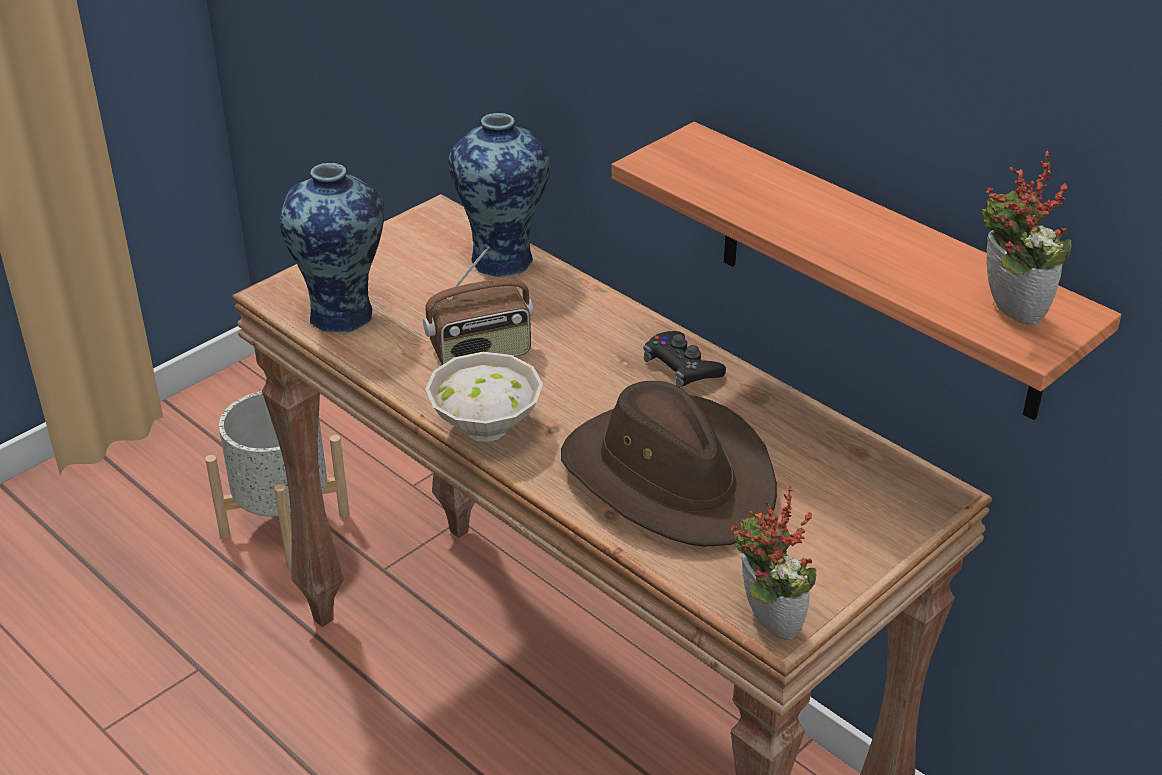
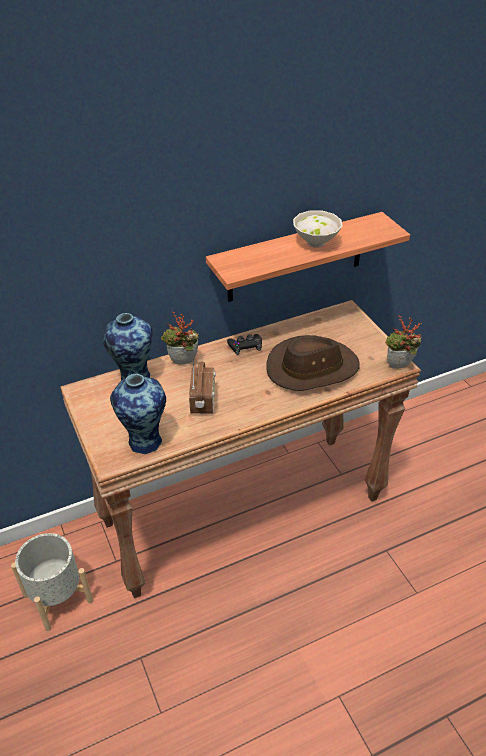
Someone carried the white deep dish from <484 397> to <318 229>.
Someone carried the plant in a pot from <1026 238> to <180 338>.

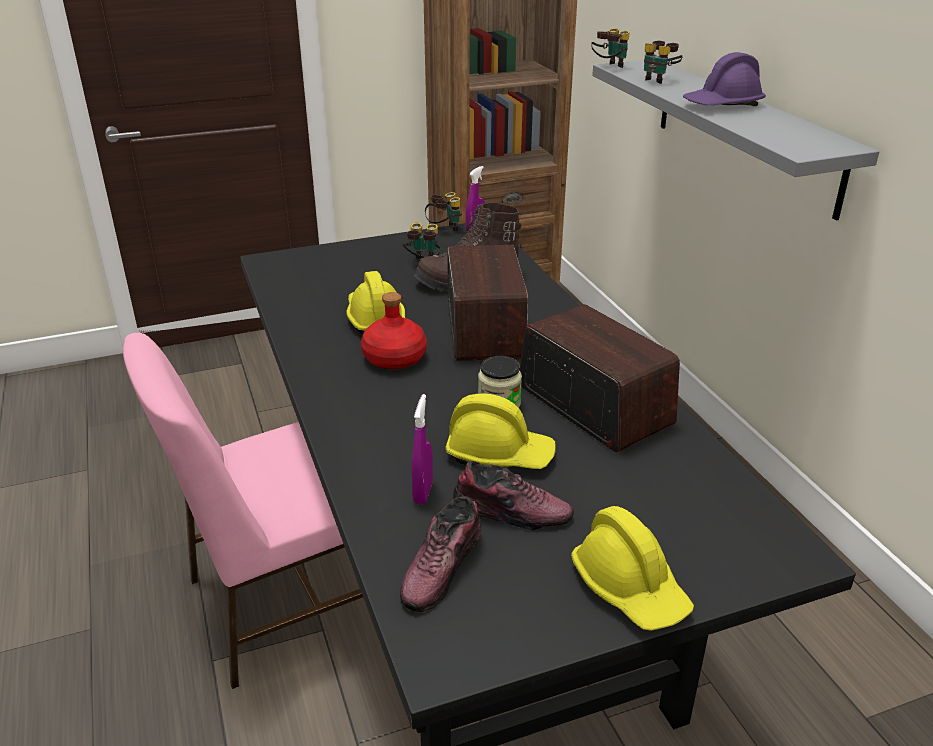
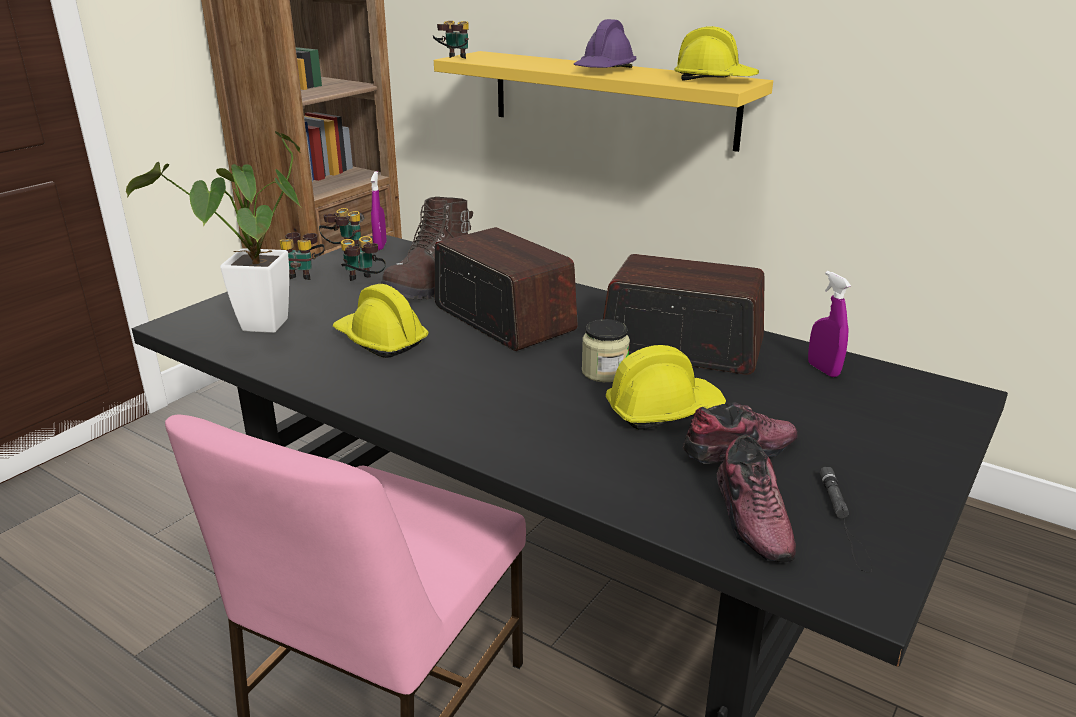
Someone took away the reddish beverage bottle at <394 330>.
Someone put down the plant in a pot at <213 232>.
Someone put down the black-coloured hand torch at <846 519>.
Someone carried the purplish sprayer from <422 449> to <829 324>.
Someone carried the yellowish hard hat from <632 568> to <716 53>.
Someone carried the binoculars from <663 62> to <301 256>.
Someone repainted the gray bracket shelf at <736 140>, which became the yellowish bracket shelf at <603 101>.

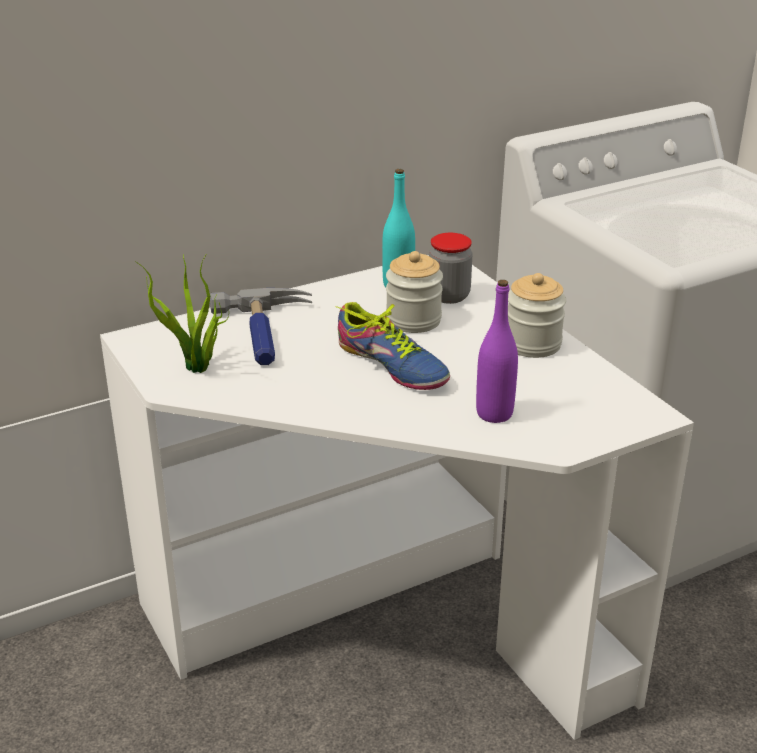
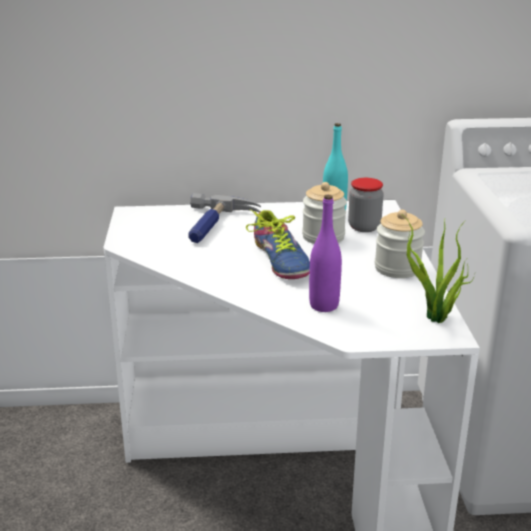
Someone carried the plant in a pot from <182 314> to <438 268>.

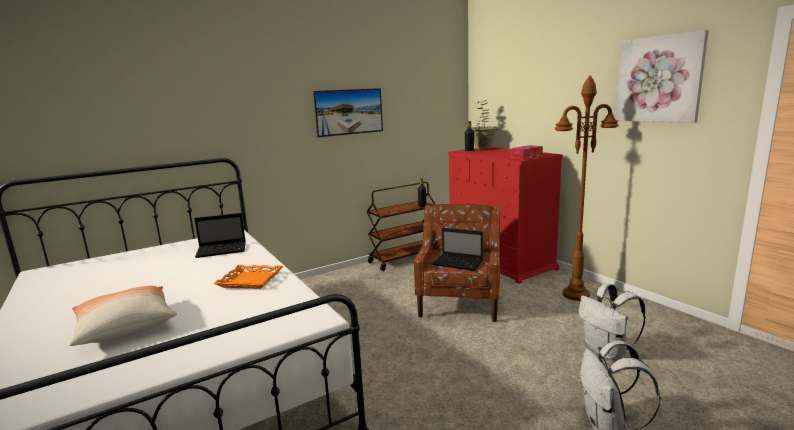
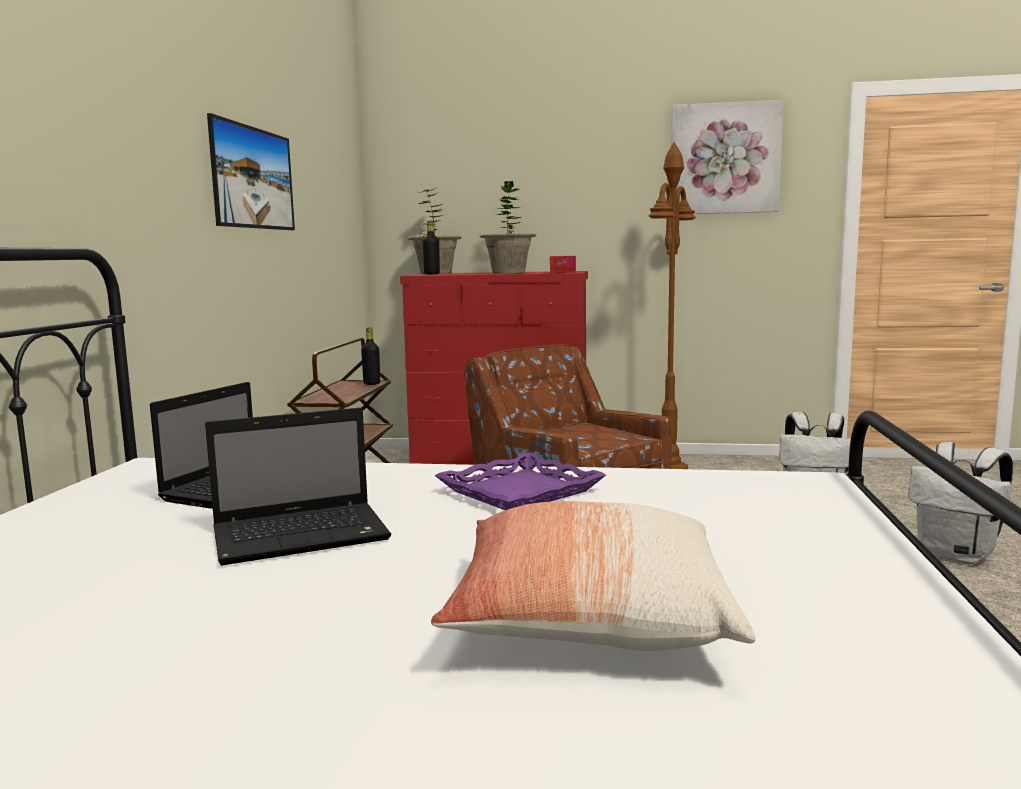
Someone put down the plant in a pot at <508 227>.
Someone carried the portable computer from <457 249> to <298 487>.
Someone repainted the orangey carrying tray at <248 277>, which became the purplish carrying tray at <520 481>.

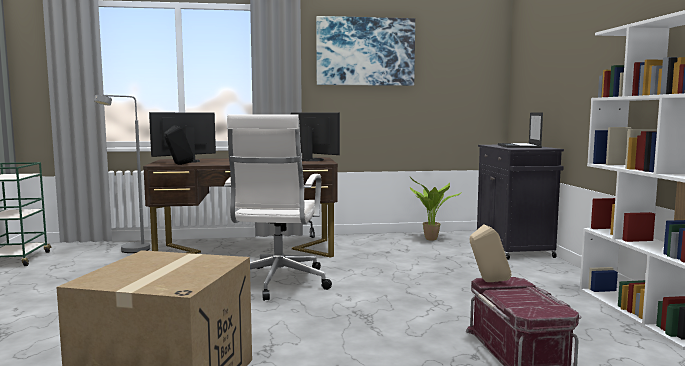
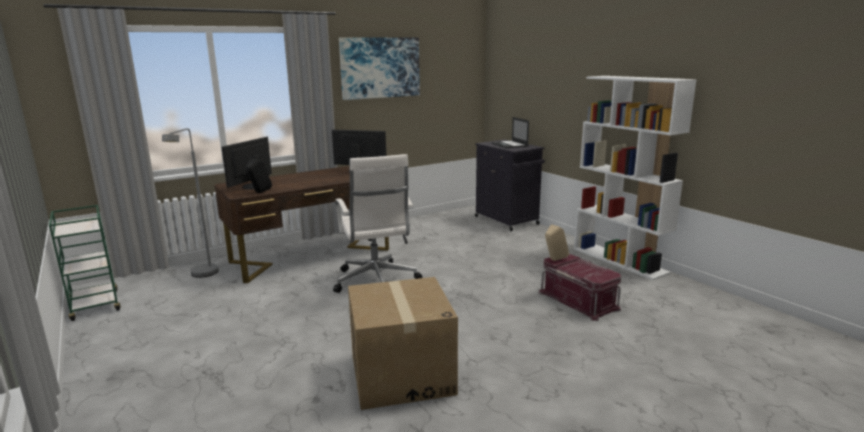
Someone took away the plant in a pot at <436 209>.

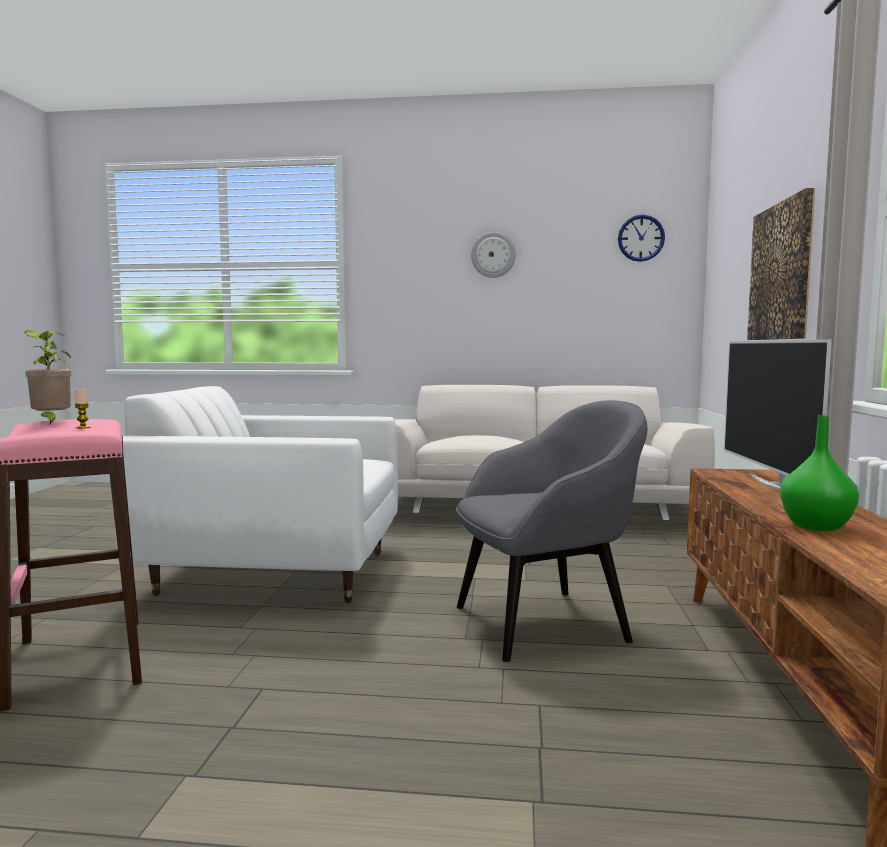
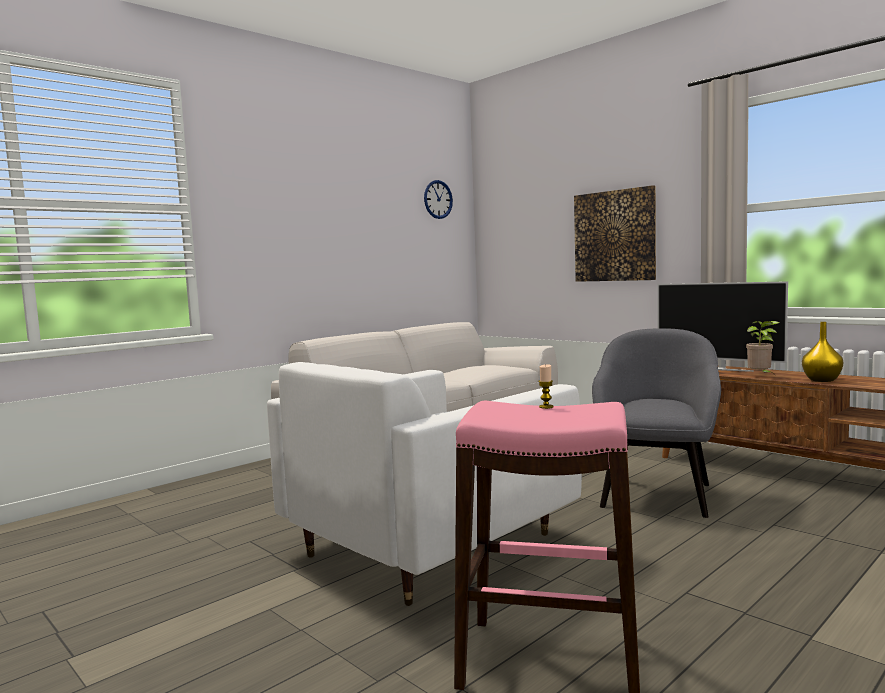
Someone took away the hanging clock at <493 255>.
Someone carried the plant in a pot from <47 377> to <762 347>.
Someone repainted the green flower vase at <819 473>, which became the yellowish flower vase at <822 352>.

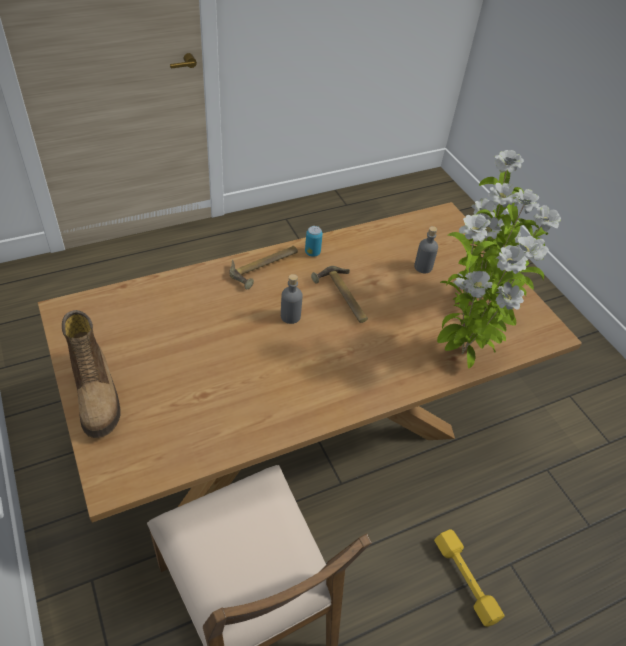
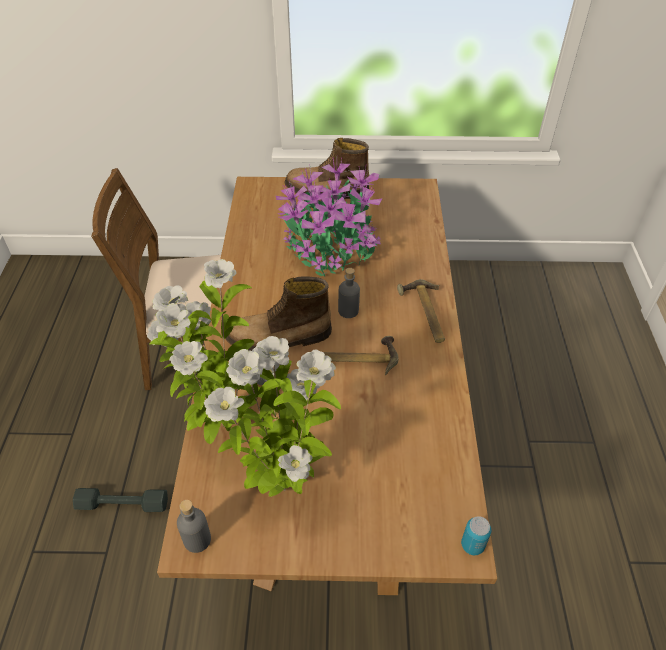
Someone put down the tall boot at <279 314>.
Someone put down the plant in a pot at <329 218>.
Someone carried the sealed can from <314 241> to <476 535>.
Someone carried the gray beverage bottle from <426 249> to <194 526>.
Someone repainted the yellowish free weight at <469 578>, which became the gray free weight at <120 500>.

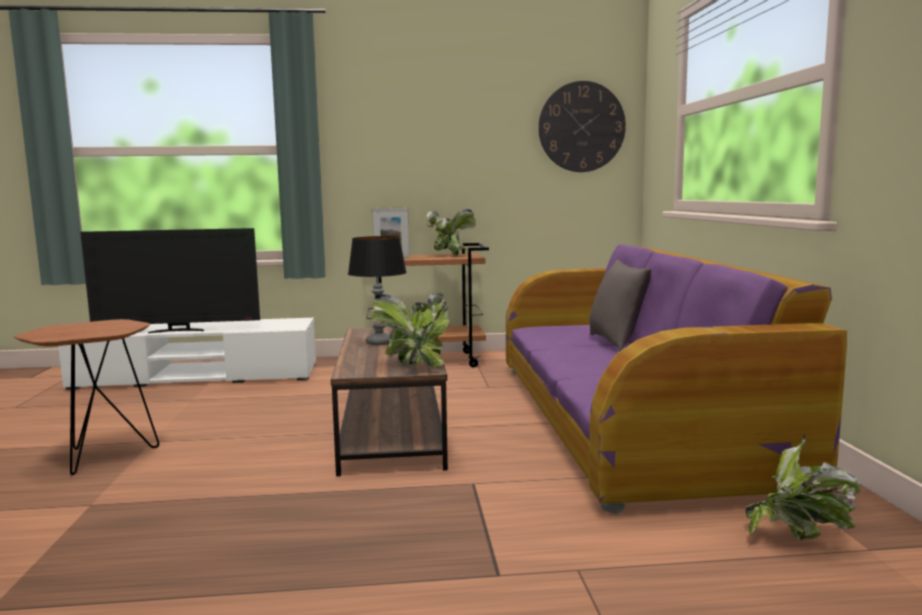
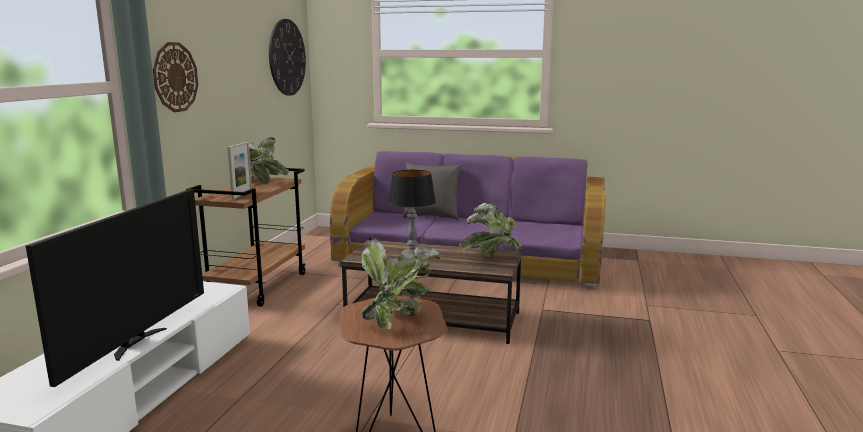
Someone put up the hanging clock at <175 77>.
Someone carried the plant in a pot from <803 487> to <400 283>.

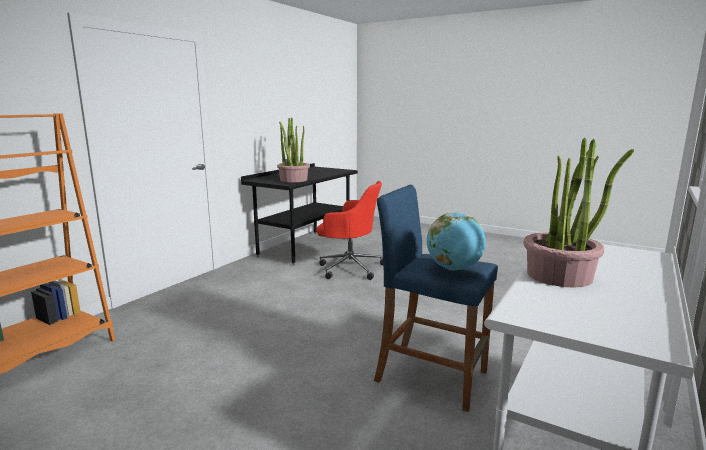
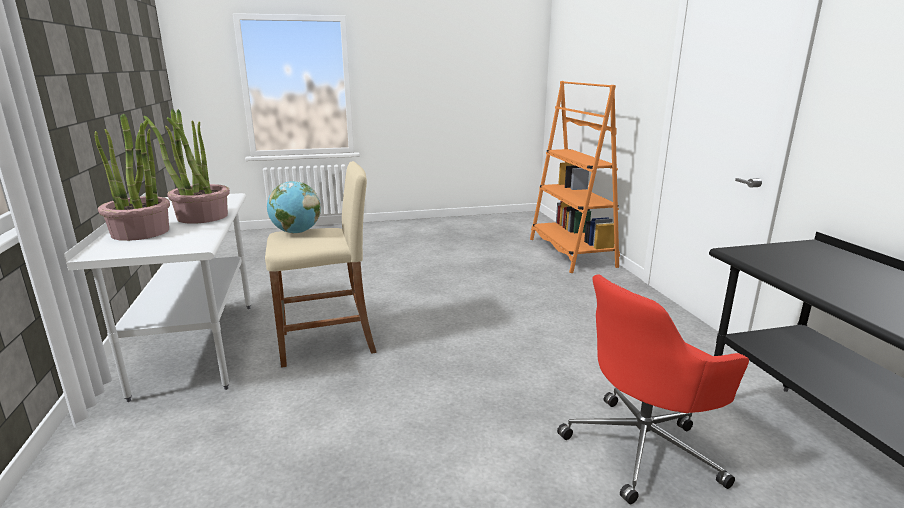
Someone carried the plant in a pot from <293 150> to <132 177>.
Someone repainted the blue stool at <436 298>, which became the beige stool at <321 264>.

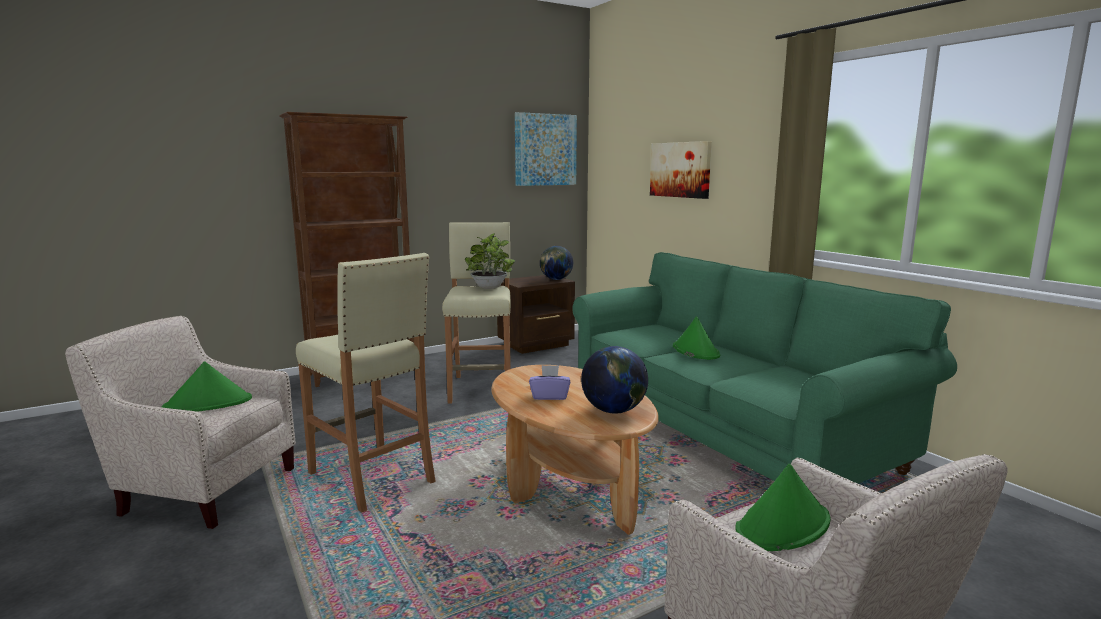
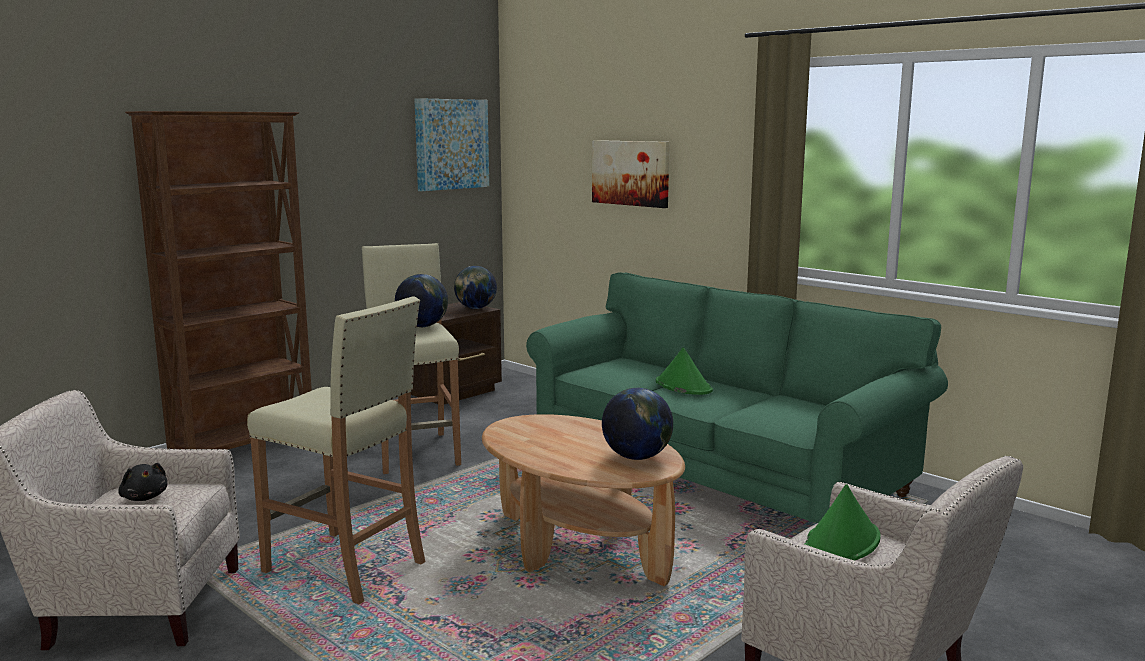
Someone took away the purplish box of tissues at <549 382>.
Someone swapped the green wearable hat at <207 387> for the black-coloured plush toy at <142 482>.
Someone swapped the plant in a pot at <490 261> for the desk globe at <421 300>.

